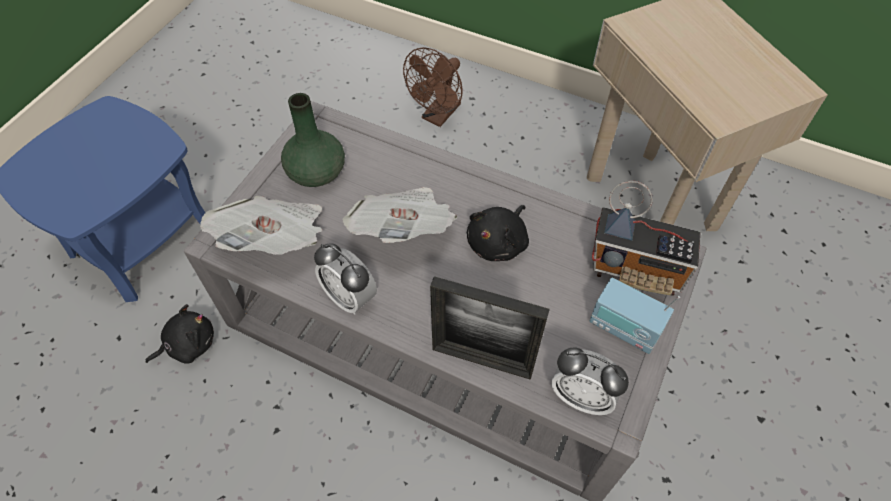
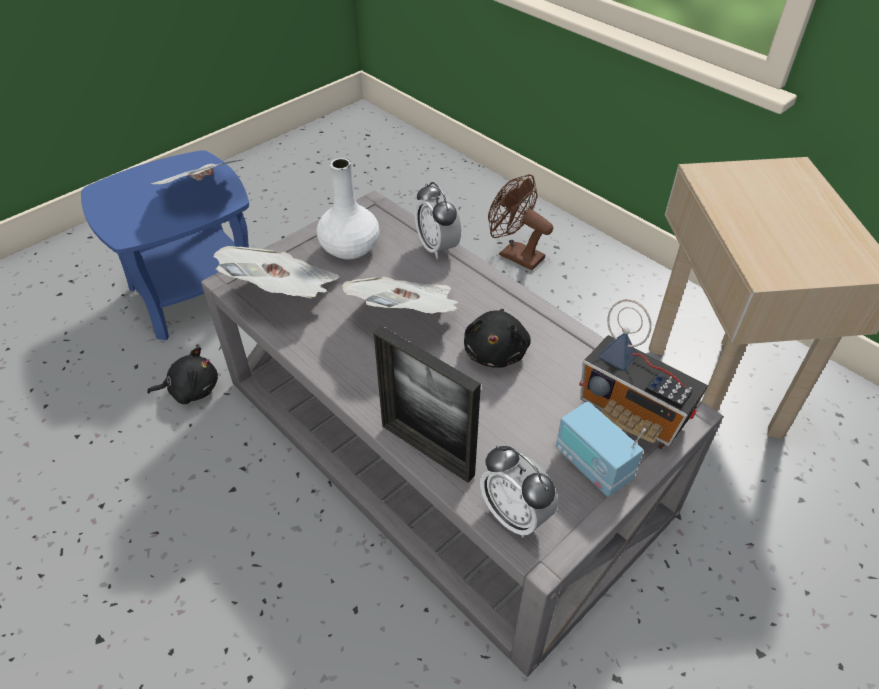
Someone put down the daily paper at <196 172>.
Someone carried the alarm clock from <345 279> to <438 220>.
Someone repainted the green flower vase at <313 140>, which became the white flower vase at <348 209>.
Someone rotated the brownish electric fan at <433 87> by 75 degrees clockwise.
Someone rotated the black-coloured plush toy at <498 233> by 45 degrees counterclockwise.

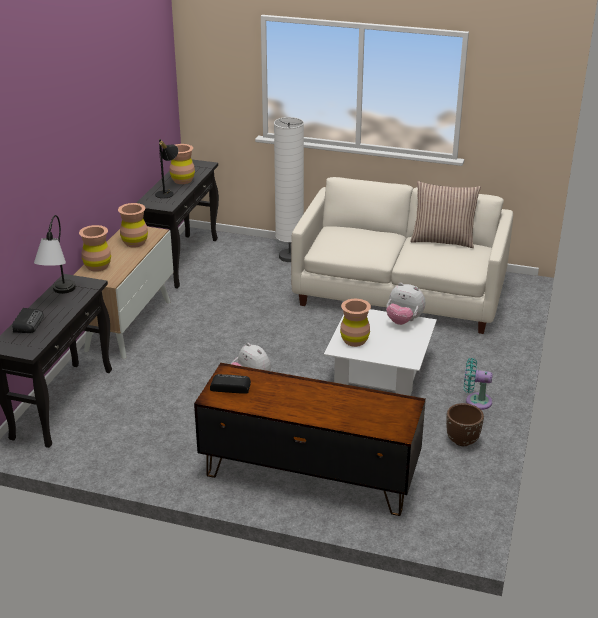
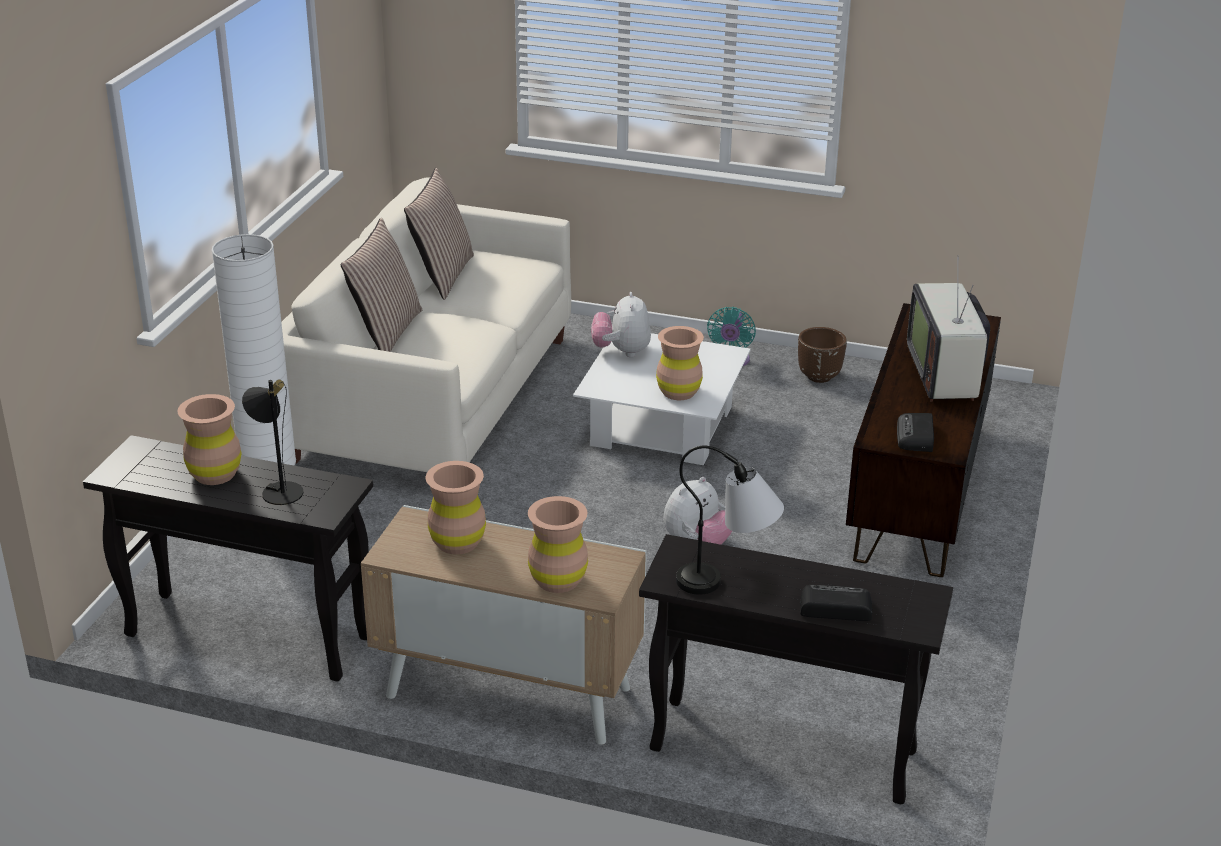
Someone put down the cushion at <381 285>.
Someone put down the television at <948 328>.
Someone rotated the plush toy at <405 304> by 150 degrees clockwise.

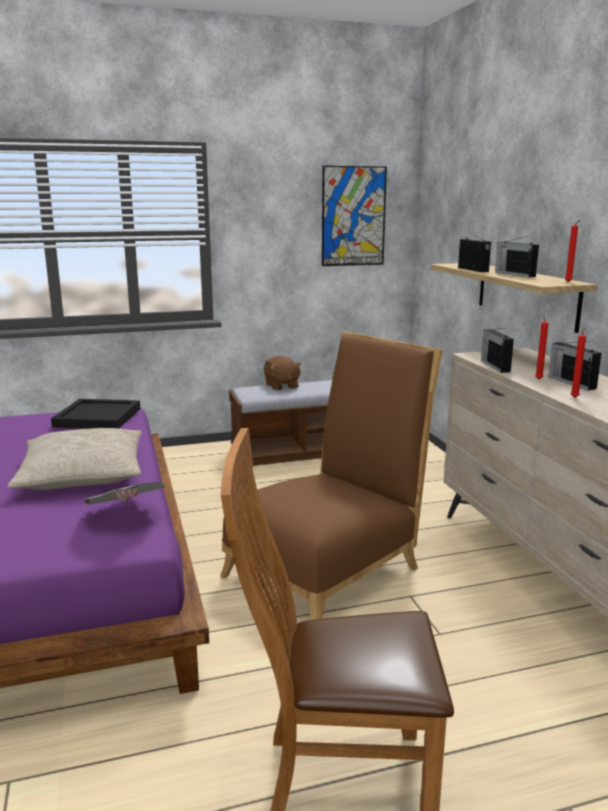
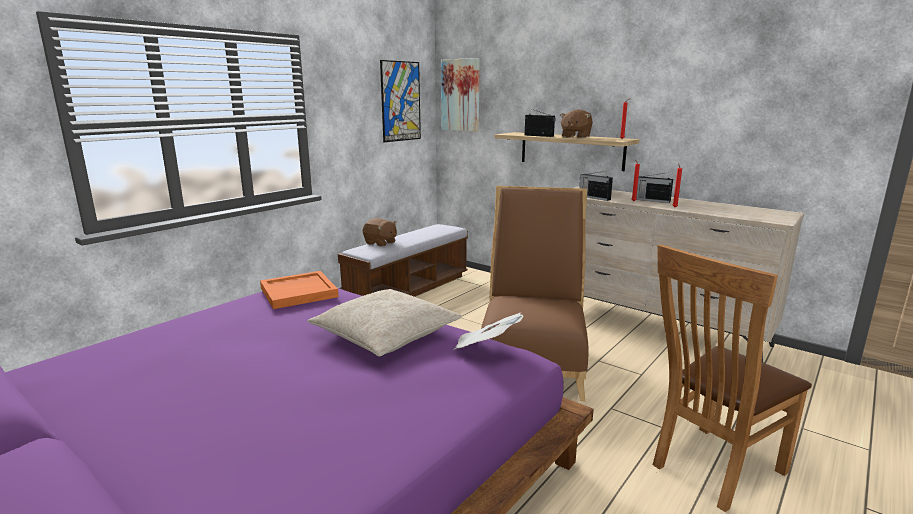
Someone put up the wall picture at <460 95>.
Someone swapped the radio at <517 256> for the brownish plush toy at <576 123>.
Someone repainted the black-coloured carrying tray at <95 414>, which became the orangey carrying tray at <299 290>.

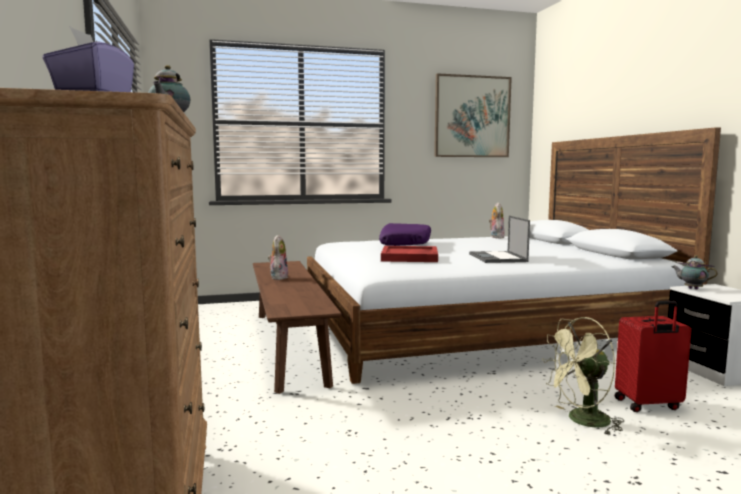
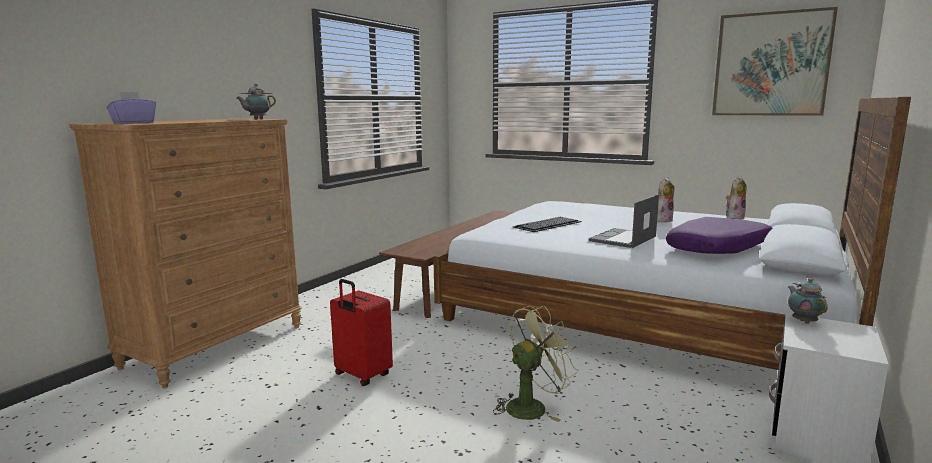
Someone carried the plush toy from <278 257> to <665 199>.
Someone carried the purplish cushion from <405 234> to <719 235>.
Someone carried the reddish travel case from <653 356> to <361 332>.
Someone swapped the reddish carrying tray at <409 254> for the PC keyboard at <547 224>.
Someone rotated the green electric fan at <583 376> by 120 degrees clockwise.

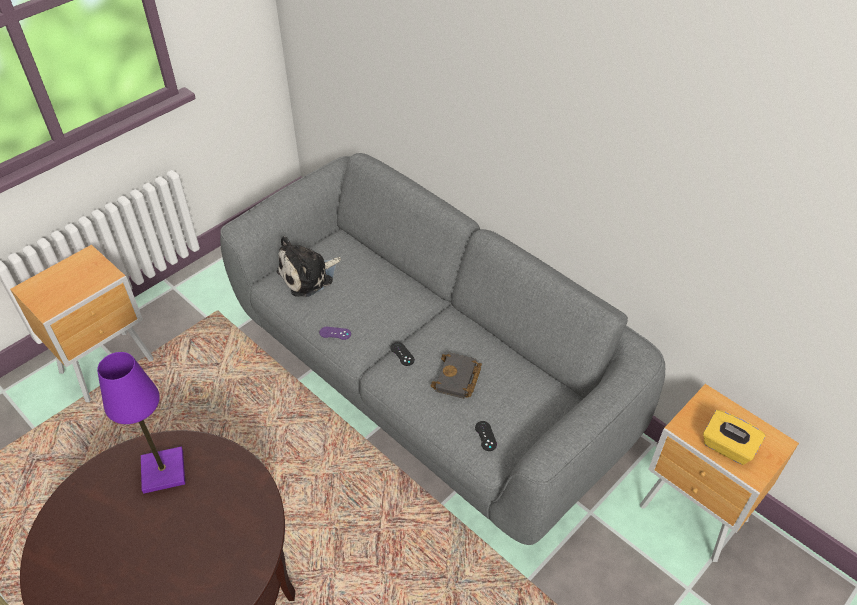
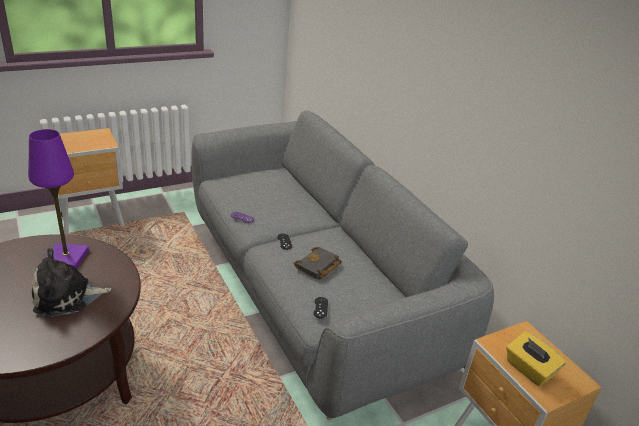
Someone carried the plush toy from <308 266> to <71 282>.

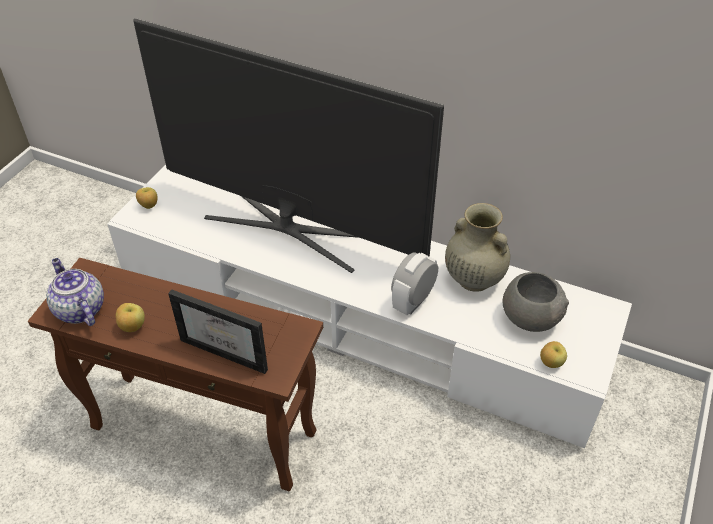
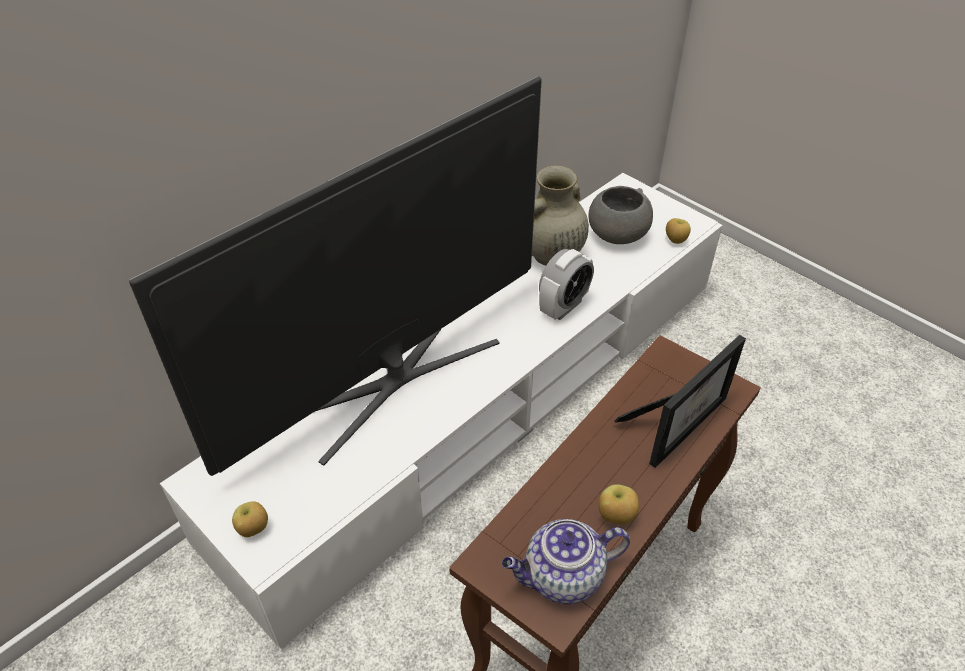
Someone rotated the alarm clock at <414 283> by 105 degrees counterclockwise.

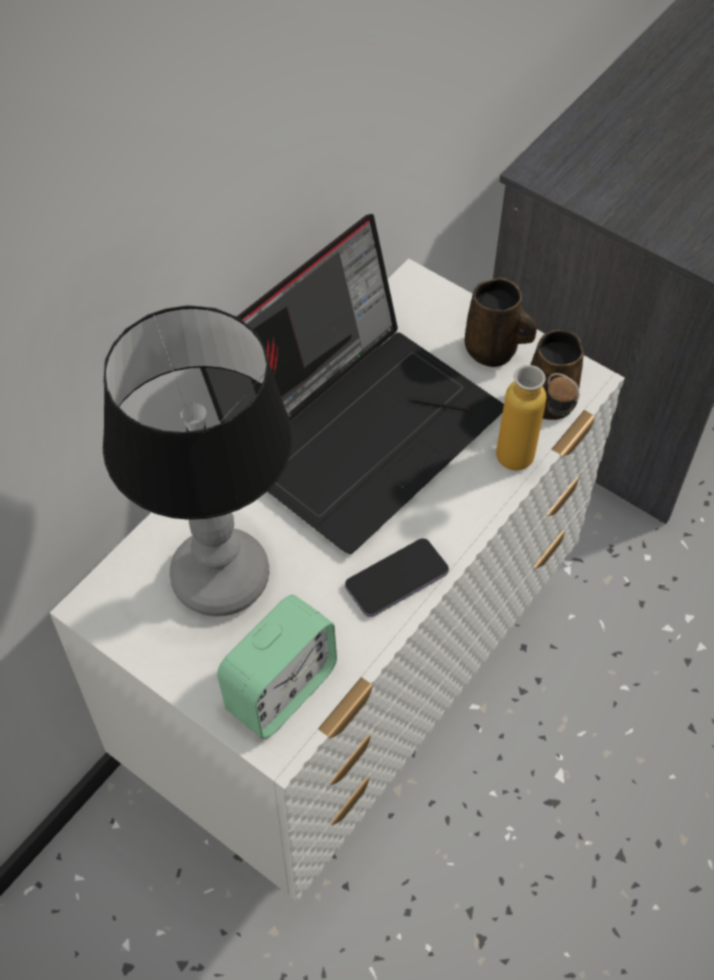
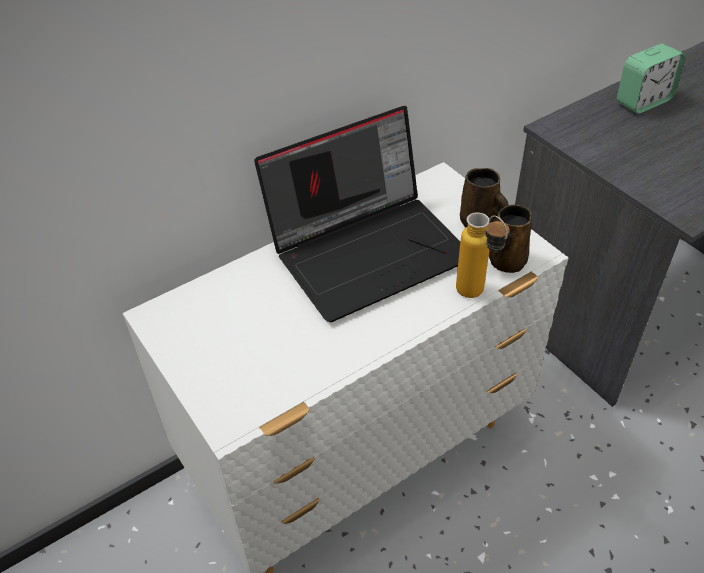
Someone took away the tabletop lamp at <198 460>.
Someone took away the phone at <397 577>.
Someone carried the alarm clock from <277 667> to <651 79>.

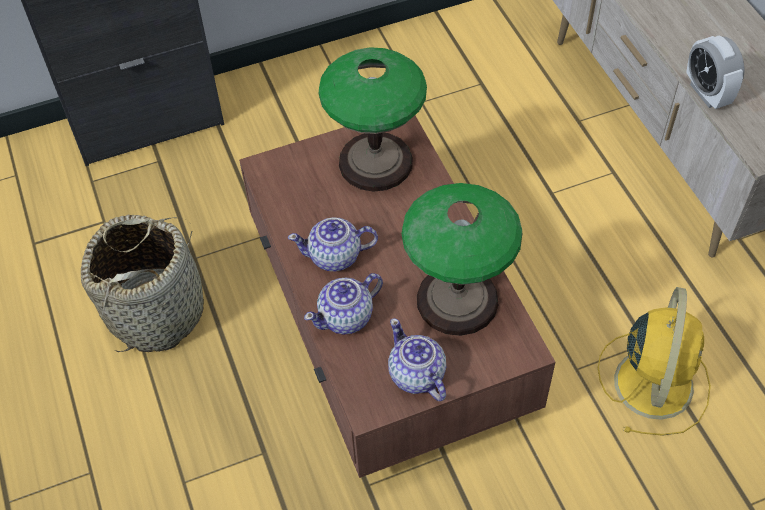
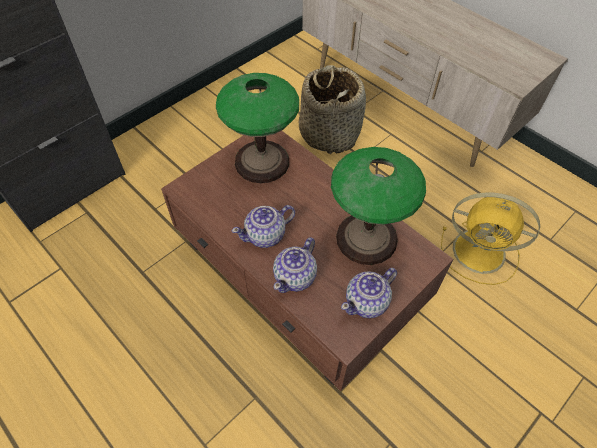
Someone took away the alarm clock at <715 72>.
Someone carried the storage basket from <142 283> to <332 110>.
Someone rotated the tea pot at <417 359> by 75 degrees counterclockwise.
Someone rotated the yellowish electric fan at <654 361> by 120 degrees clockwise.

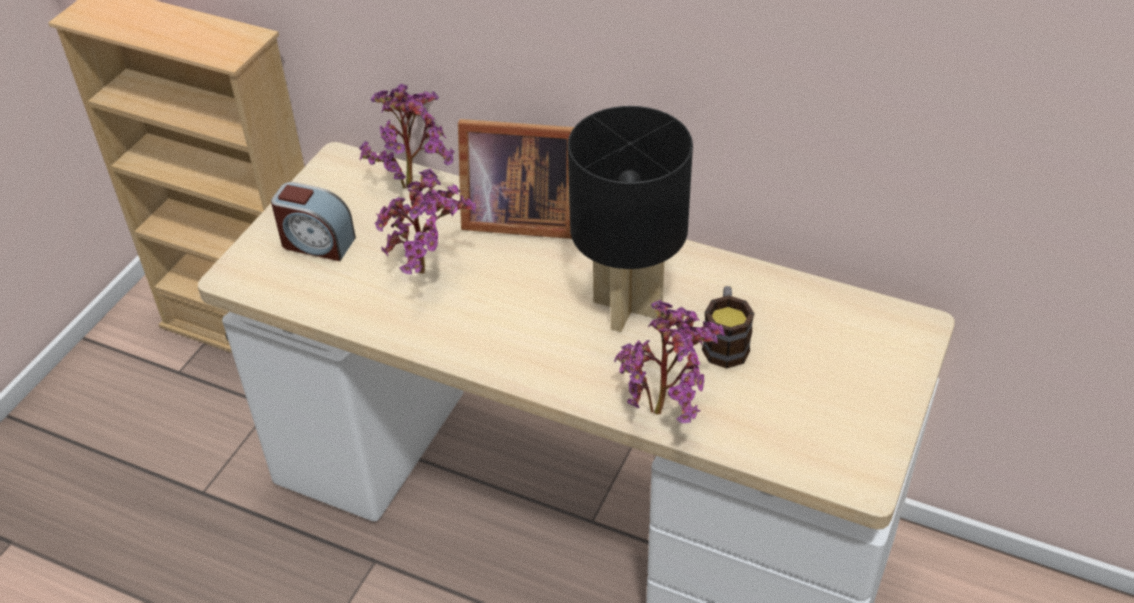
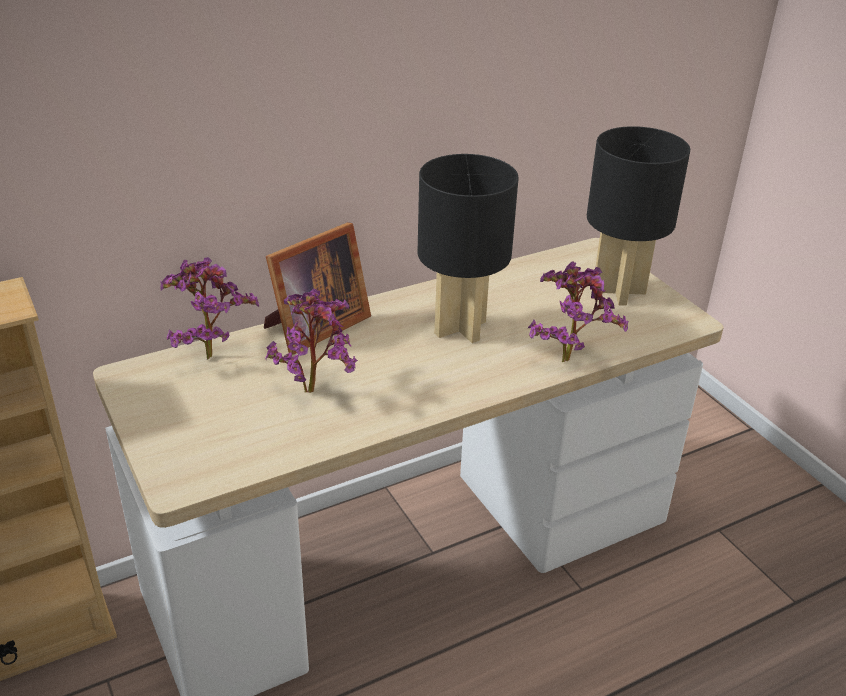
Someone took away the alarm clock at <313 221>.
Someone took away the mug at <728 327>.
Someone put down the black-coloured tabletop lamp at <638 216>.

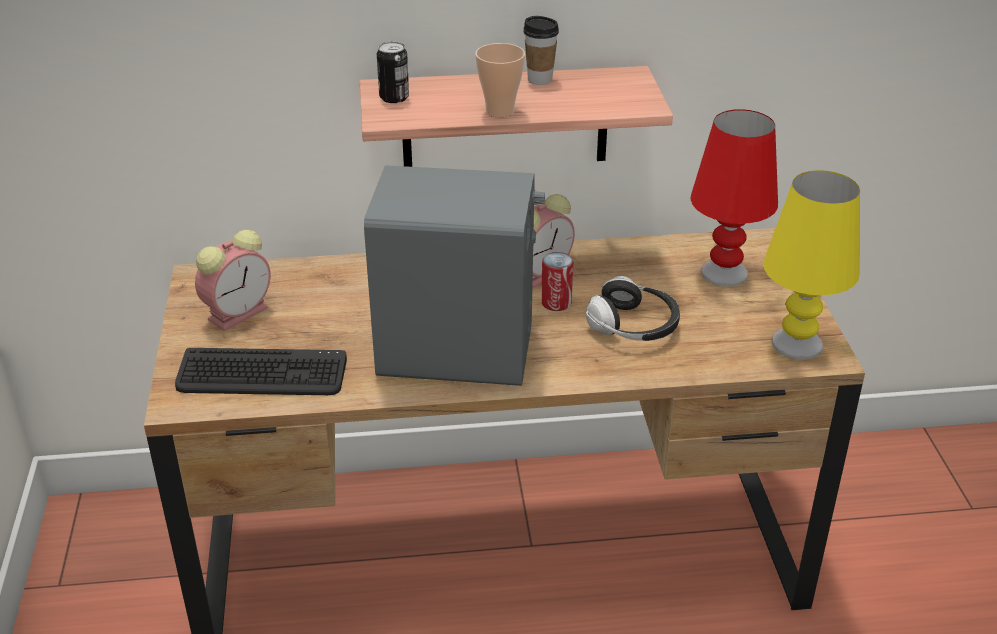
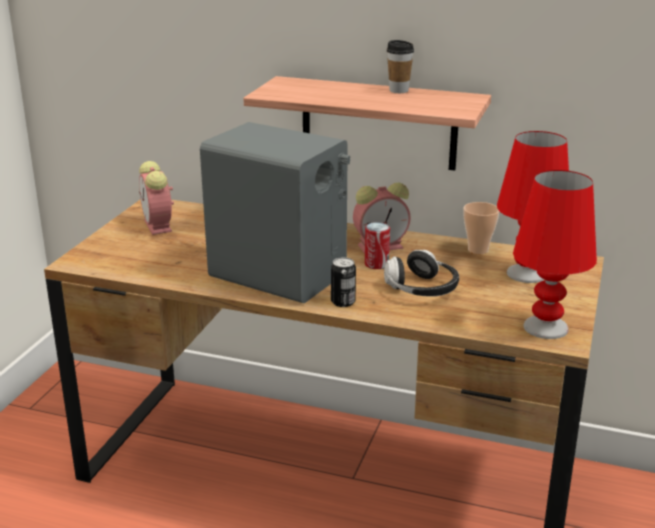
Someone took away the PC keyboard at <261 371>.
Someone carried the sealed can from <393 72> to <343 282>.
Someone carried the drinking cup from <500 80> to <481 228>.
Someone repainted the yellowish tabletop lamp at <811 265>, which became the reddish tabletop lamp at <555 254>.
Someone rotated the alarm clock at <233 280> by 90 degrees clockwise.

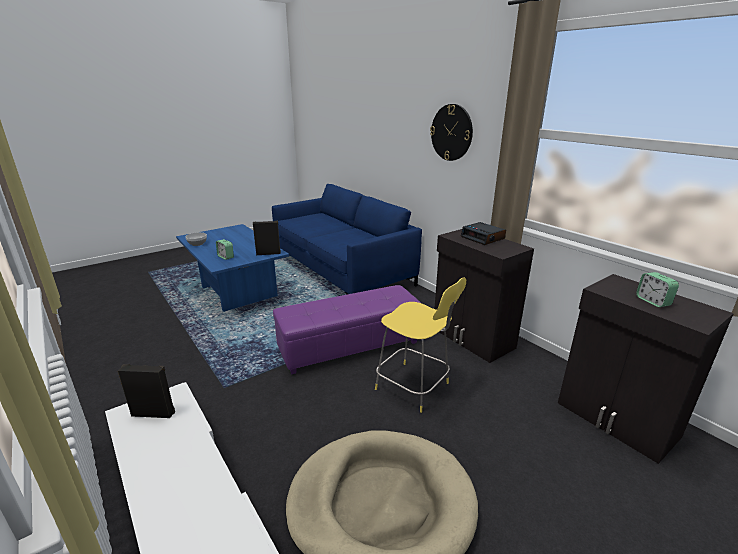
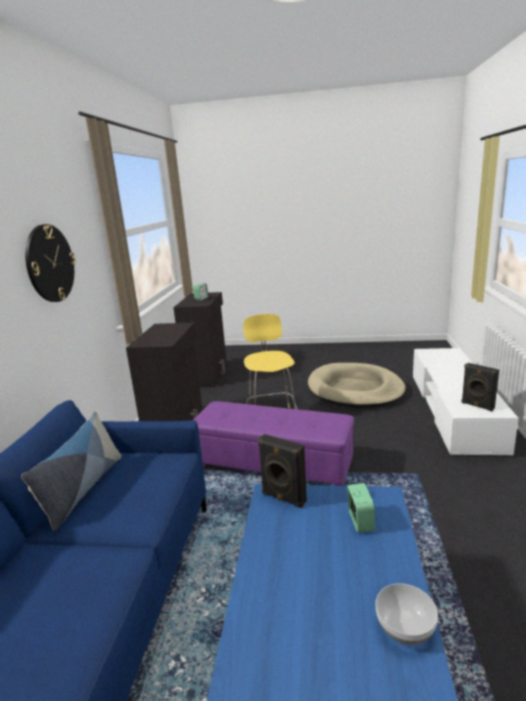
Someone took away the alarm clock at <483 233>.
Someone put down the cushion at <71 471>.

